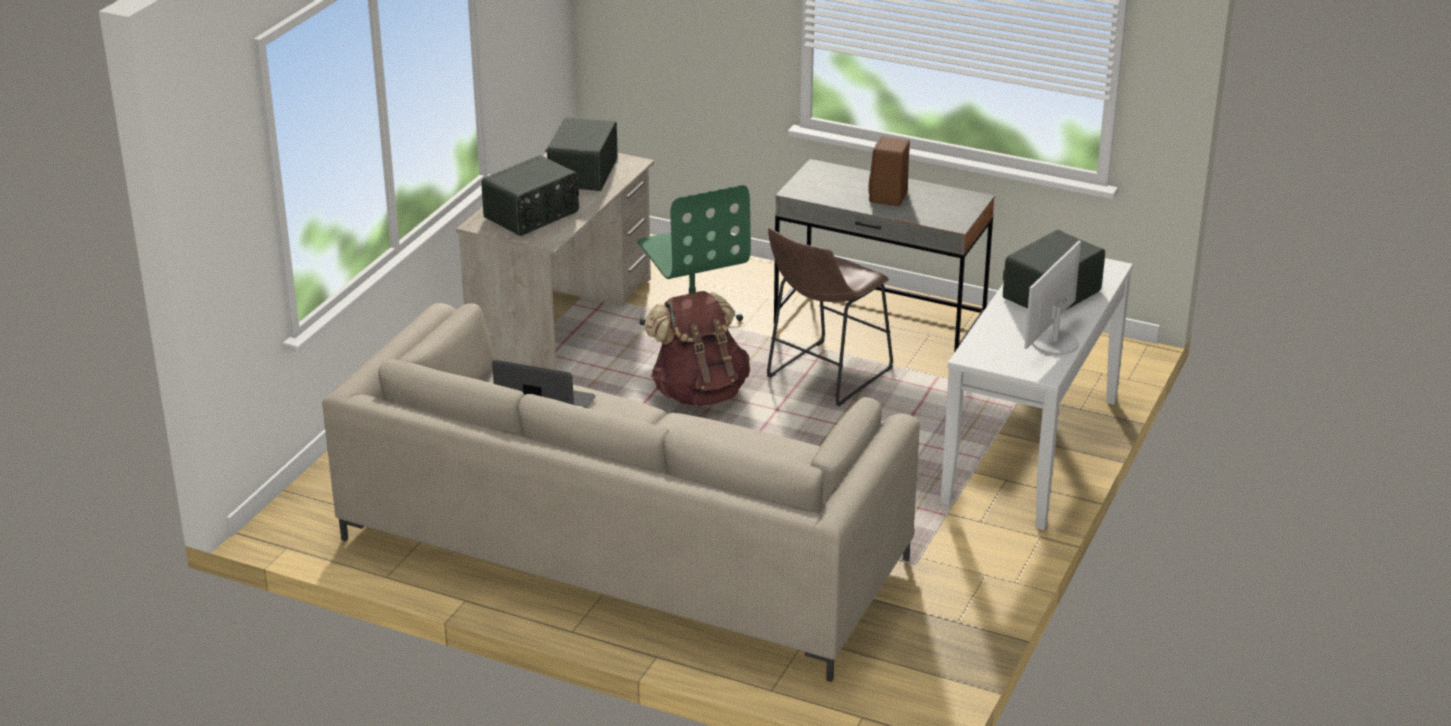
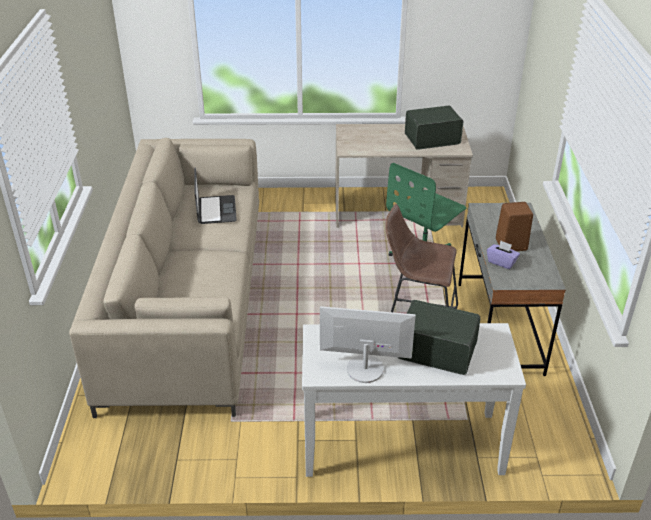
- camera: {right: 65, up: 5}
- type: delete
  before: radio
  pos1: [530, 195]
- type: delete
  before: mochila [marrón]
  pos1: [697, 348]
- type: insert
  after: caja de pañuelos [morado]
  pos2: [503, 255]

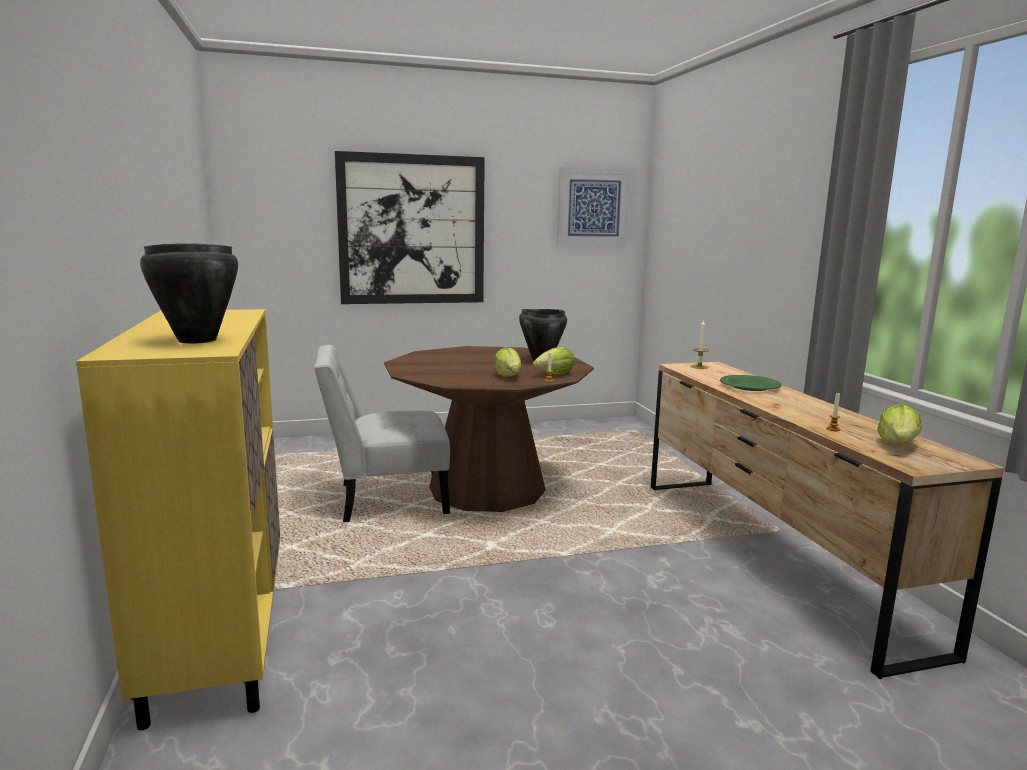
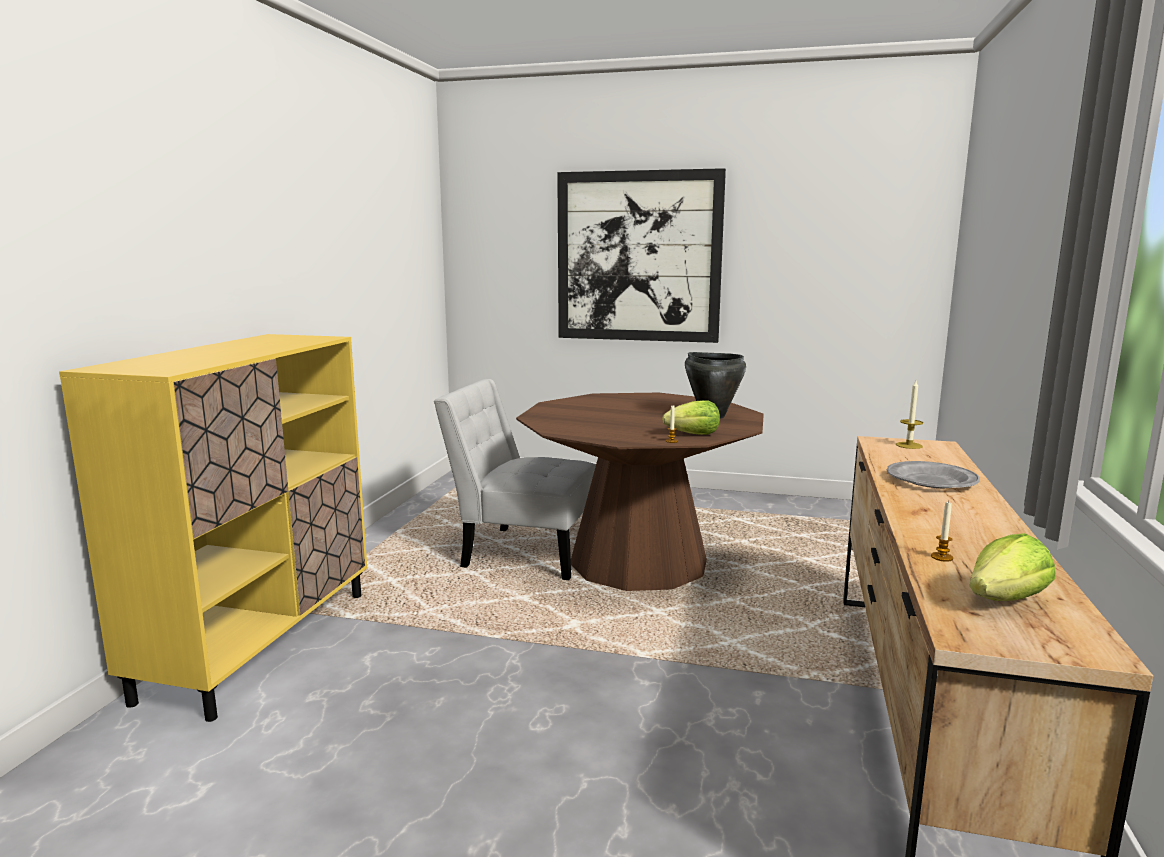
- camera: {right: 30, up: 0}
- type: delete
  before: cuadro
  pos1: [594, 206]
- type: delete
  before: olla [negro]
  pos1: [189, 293]
- type: delete
  before: lechuga
  pos1: [507, 362]
- type: recolor
  before: plato [verde]
  after: plato [gris]
  pos1: [751, 383]
  pos2: [933, 474]

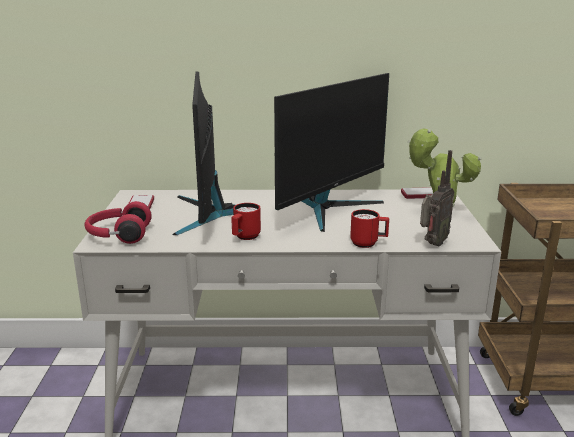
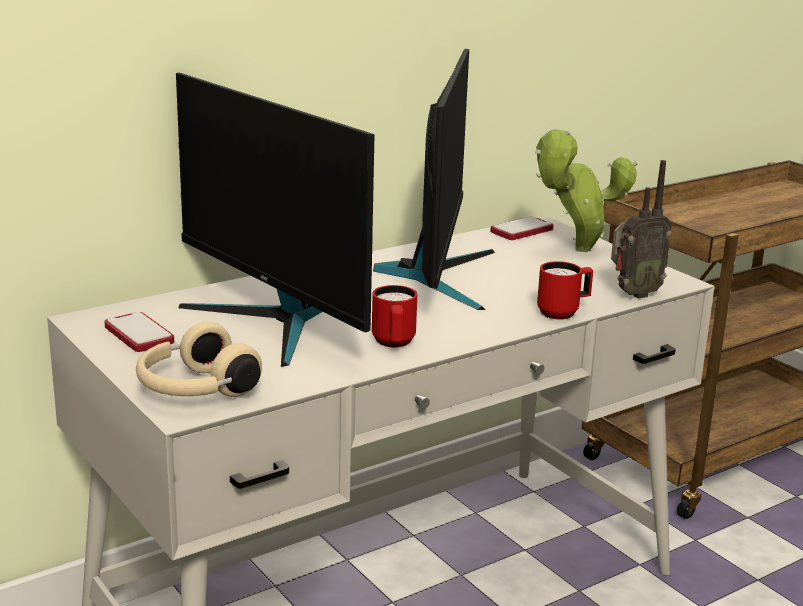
- camera: {right: -35, up: 0}
- type: rotate
  before: radio
  pos1: [437, 198]
  pos2: [641, 229]
  turn: 60
- type: recolor
  before: auriculares [rojo]
  after: auriculares [beis]
  pos1: [118, 222]
  pos2: [199, 359]

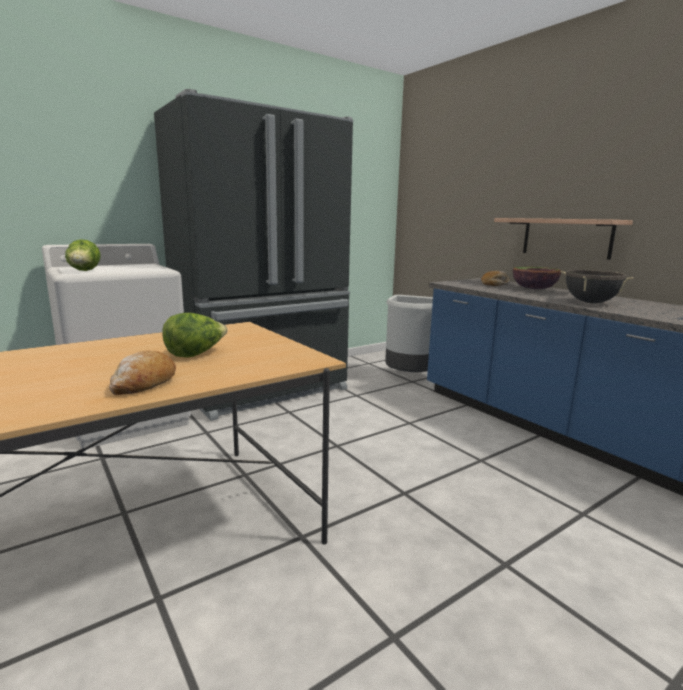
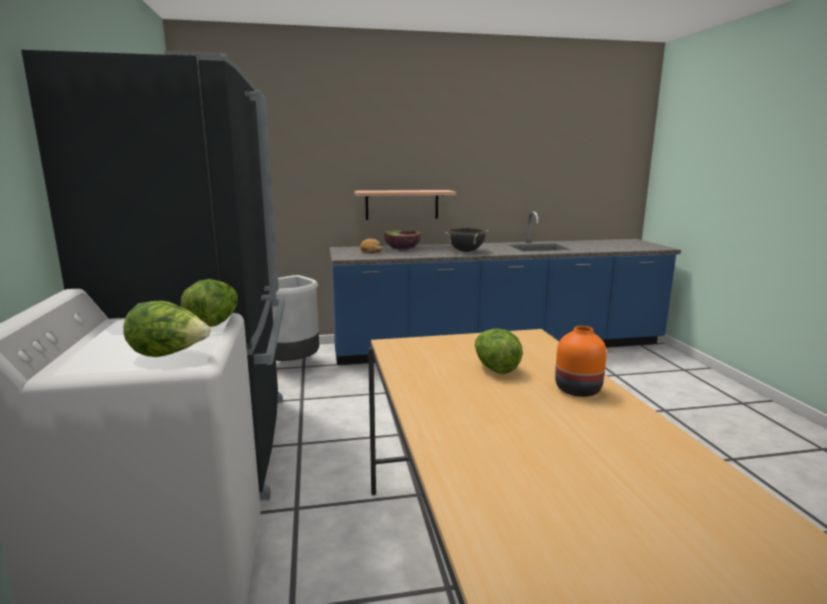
- camera: {right: -65, up: 0}
- type: replace
  before: pan
  after: florero [naranja]
  pos1: [142, 372]
  pos2: [581, 361]
- type: insert
  after: lechuga
  pos2: [209, 303]

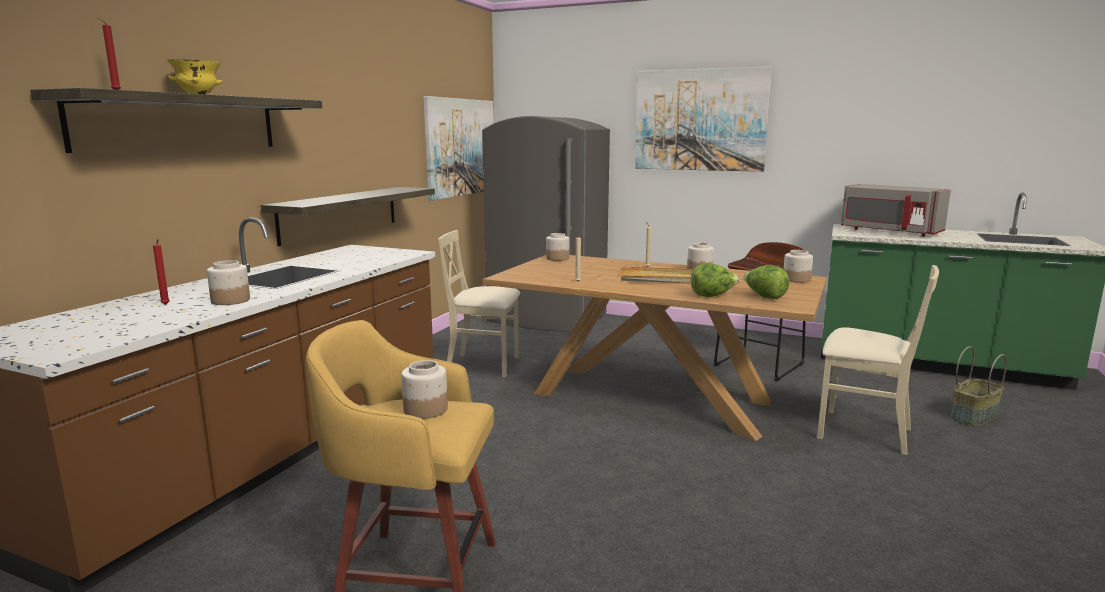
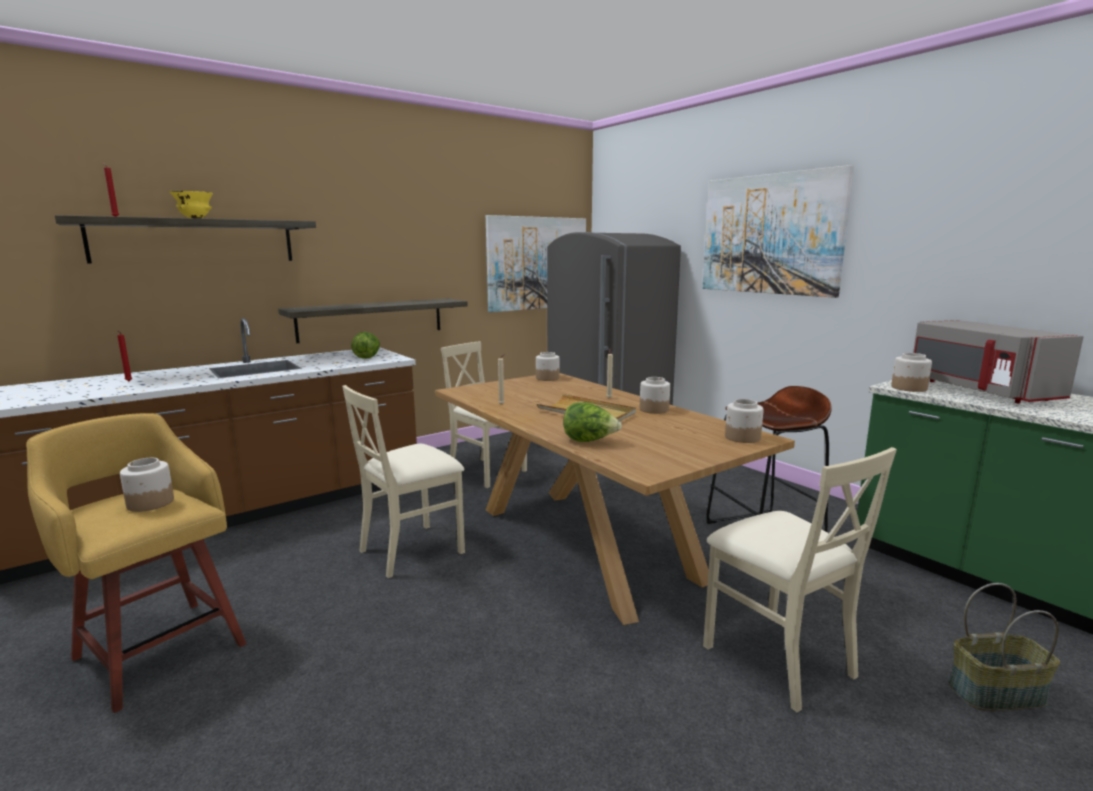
- camera: {right: 30, up: 0}
- type: move
  before: tarro
  pos1: [228, 282]
  pos2: [911, 372]
- type: move
  before: lechuga
  pos1: [766, 282]
  pos2: [365, 345]
- type: insert
  after: silla [beis]
  pos2: [403, 481]

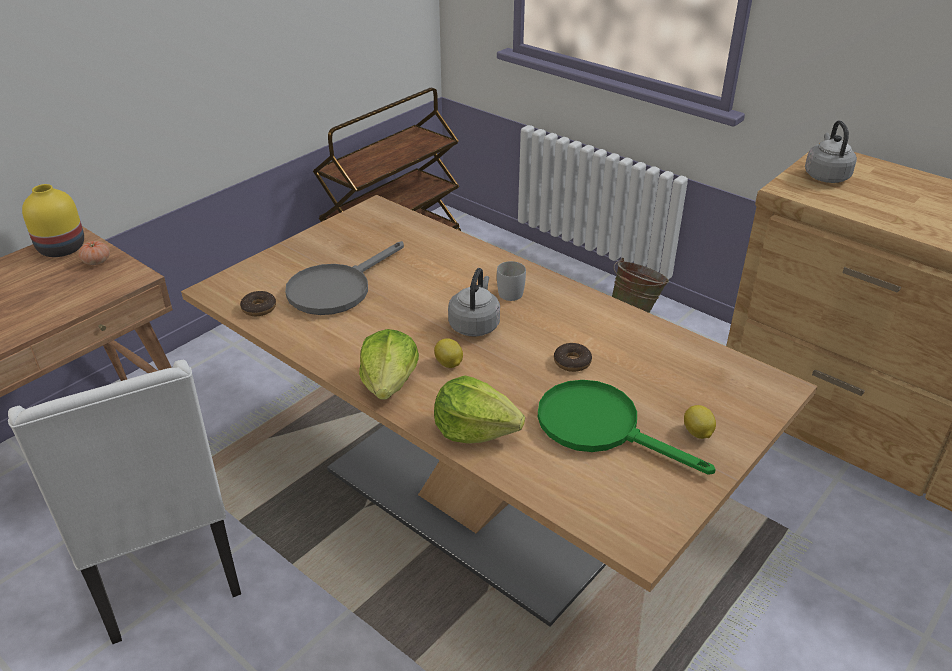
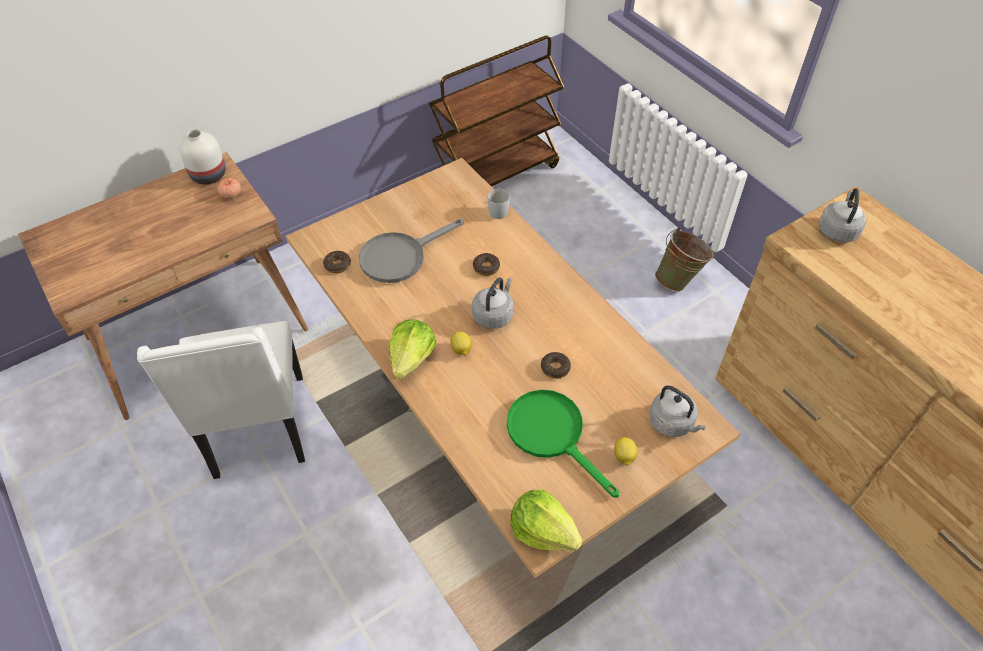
- camera: {right: 15, up: 15}
- type: recolor
  before: florero [amarillo]
  after: florero [blanco]
  pos1: [53, 220]
  pos2: [202, 157]
- type: move
  before: taza grande [blanco]
  pos1: [511, 281]
  pos2: [499, 204]
- type: move
  before: lechuga
  pos1: [479, 409]
  pos2: [546, 520]
- type: insert
  after: rosquilla
  pos2: [486, 264]
- type: insert
  after: hervidor [gris]
  pos2: [677, 411]

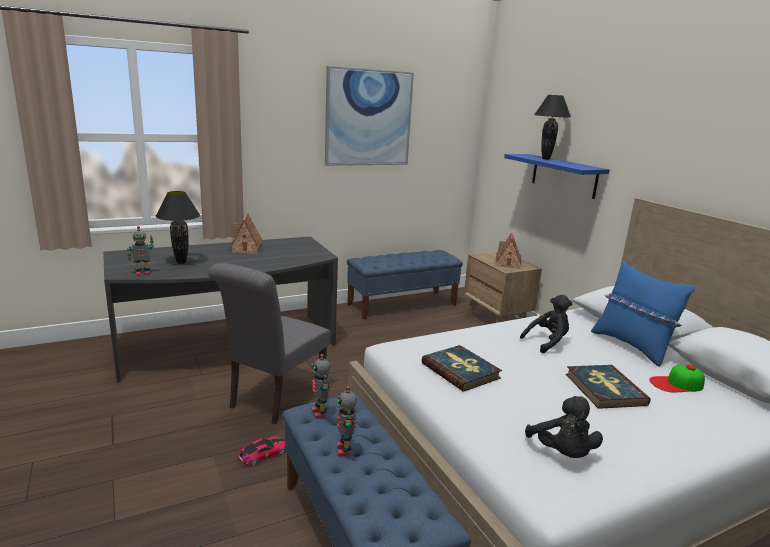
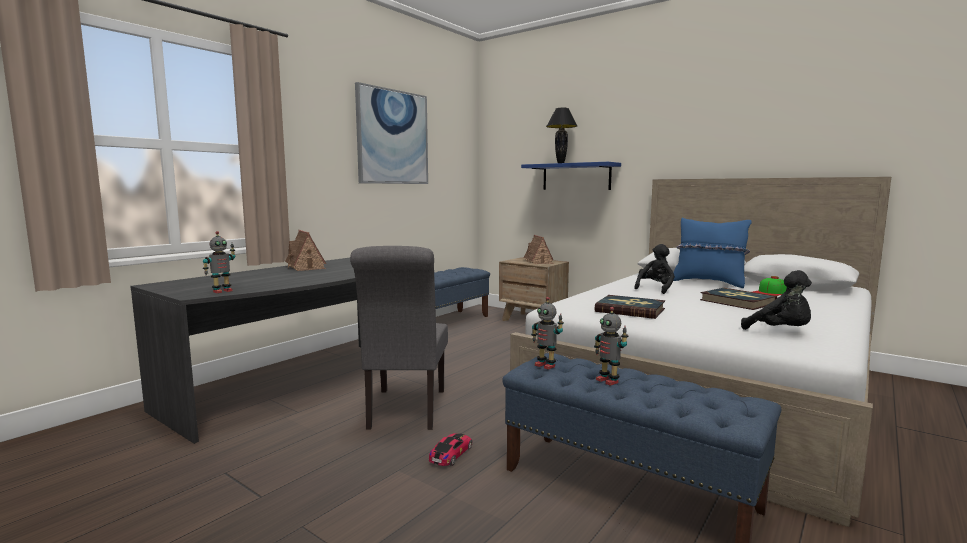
- camera: {right: -25, up: -10}
- type: delete
  before: lámpara de mesa [negro]
  pos1: [177, 227]

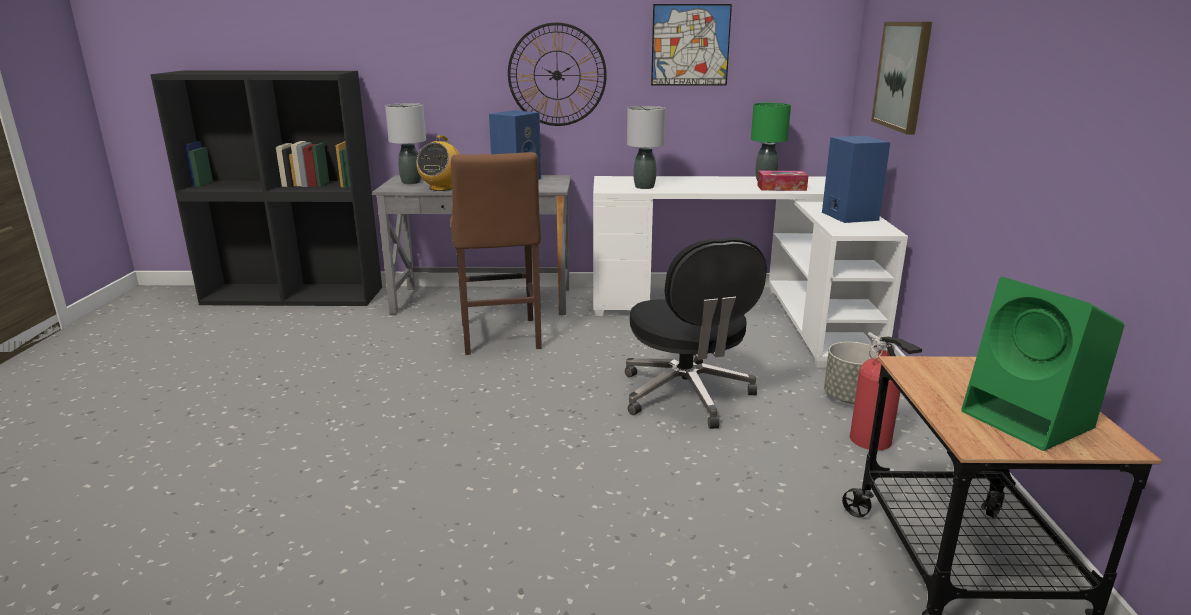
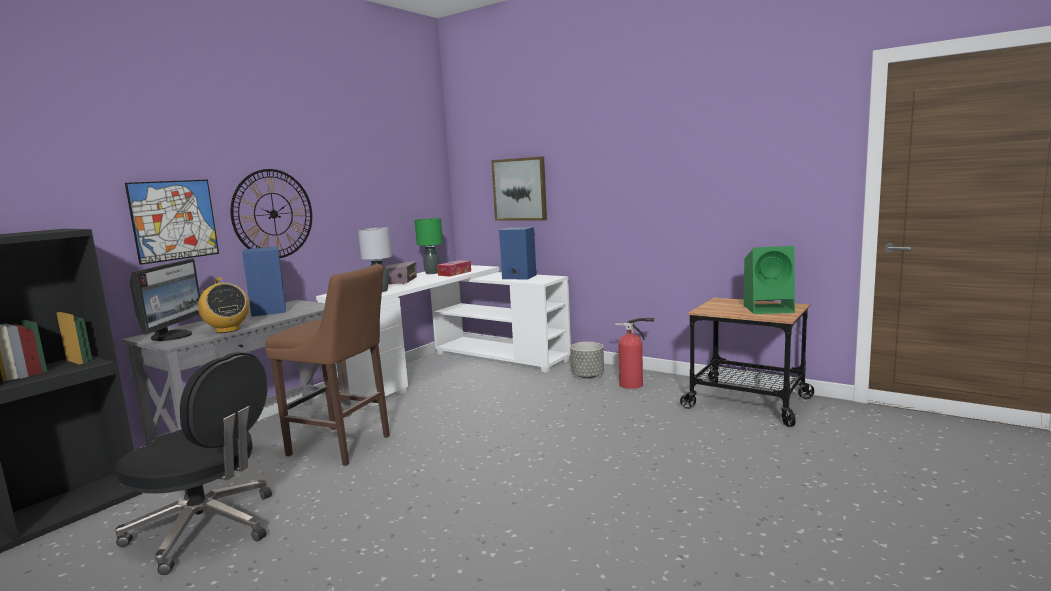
- camera: {right: -55, up: -10}
- type: move
  before: cuadro
  pos1: [691, 45]
  pos2: [172, 222]
- type: replace
  before: lámpara de mesa [gris]
  after: monitor
  pos1: [405, 143]
  pos2: [165, 300]
- type: move
  before: silla de oficina [negro]
  pos1: [696, 333]
  pos2: [193, 463]
- type: insert
  after: radio
  pos2: [401, 272]

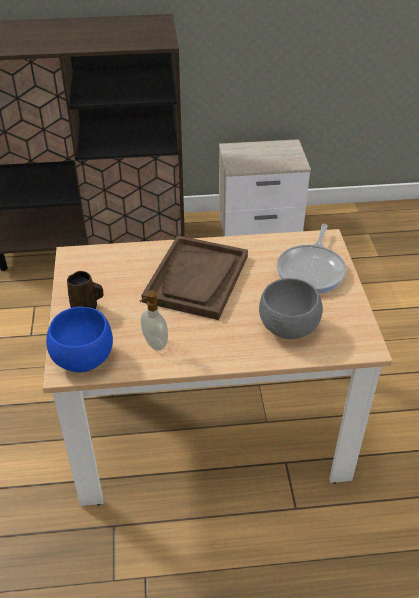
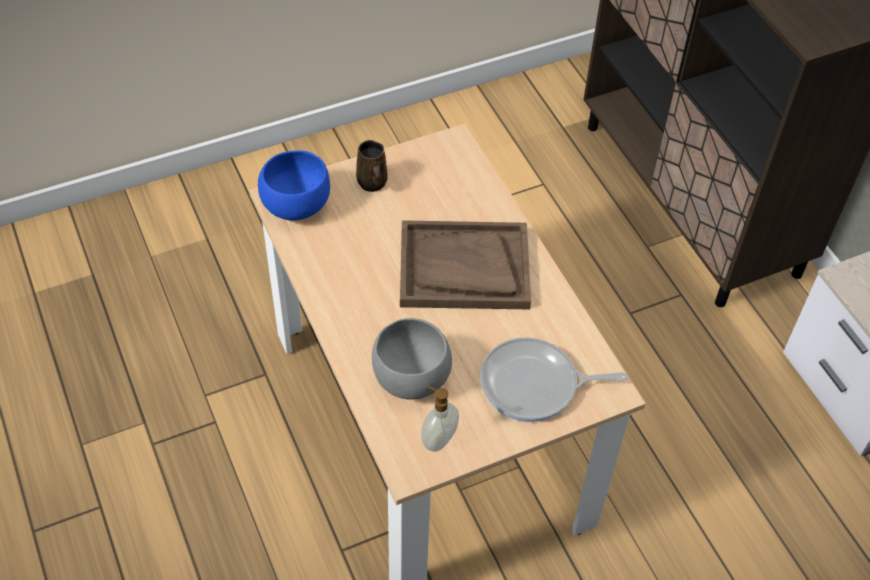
- camera: {right: 70, up: 10}
- type: move
  before: dispensador de jabón
  pos1: [154, 320]
  pos2: [440, 419]

